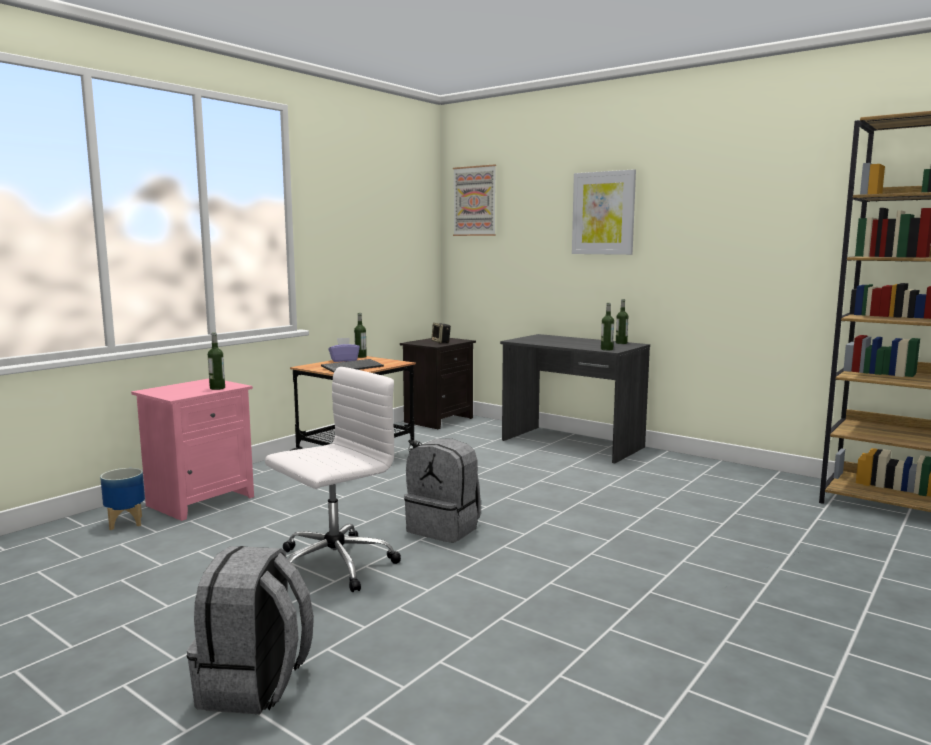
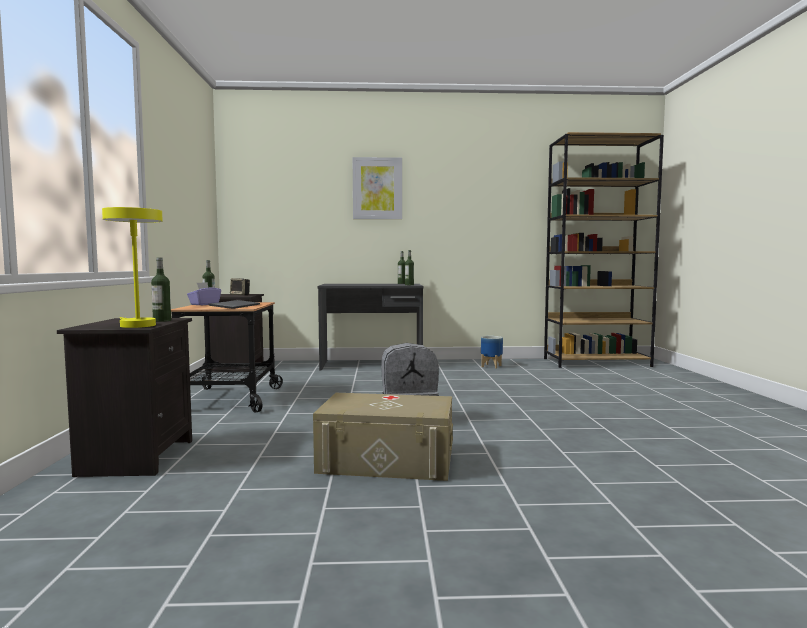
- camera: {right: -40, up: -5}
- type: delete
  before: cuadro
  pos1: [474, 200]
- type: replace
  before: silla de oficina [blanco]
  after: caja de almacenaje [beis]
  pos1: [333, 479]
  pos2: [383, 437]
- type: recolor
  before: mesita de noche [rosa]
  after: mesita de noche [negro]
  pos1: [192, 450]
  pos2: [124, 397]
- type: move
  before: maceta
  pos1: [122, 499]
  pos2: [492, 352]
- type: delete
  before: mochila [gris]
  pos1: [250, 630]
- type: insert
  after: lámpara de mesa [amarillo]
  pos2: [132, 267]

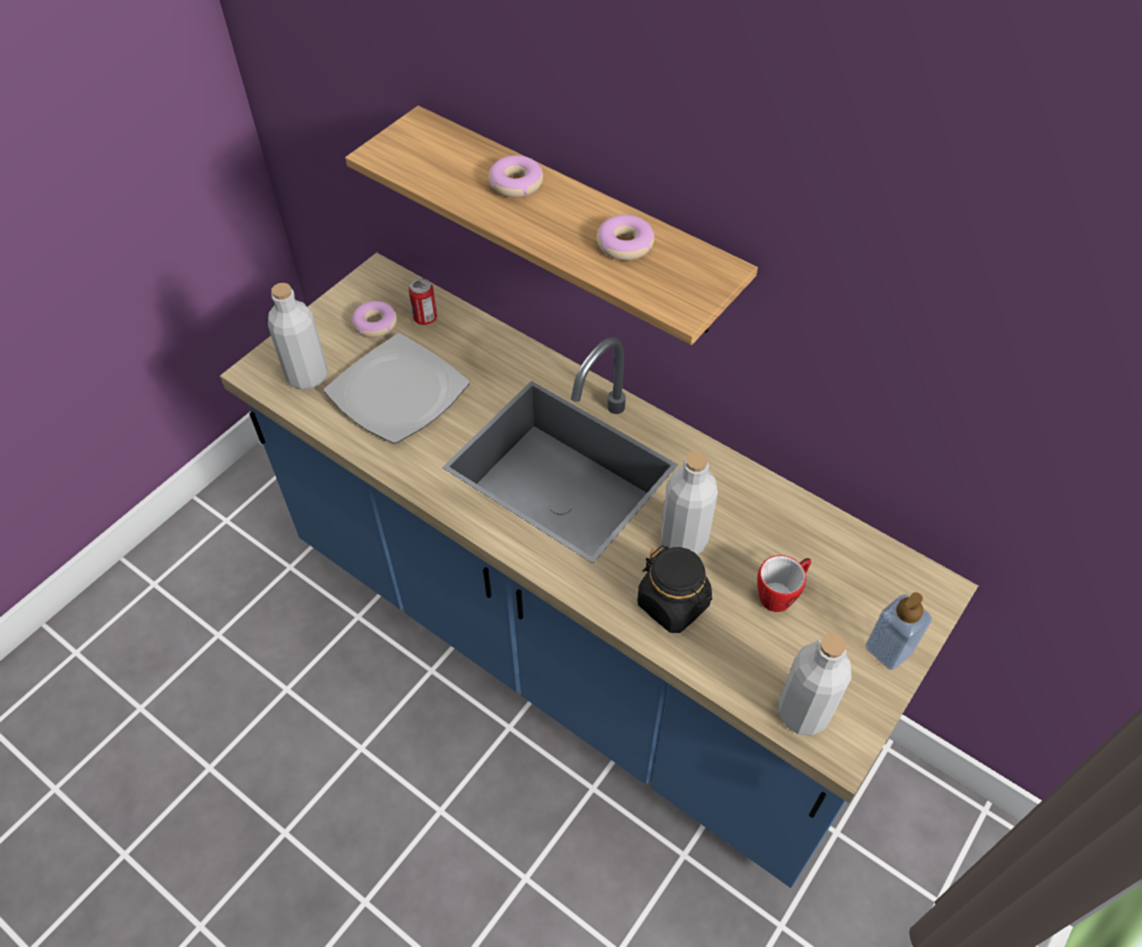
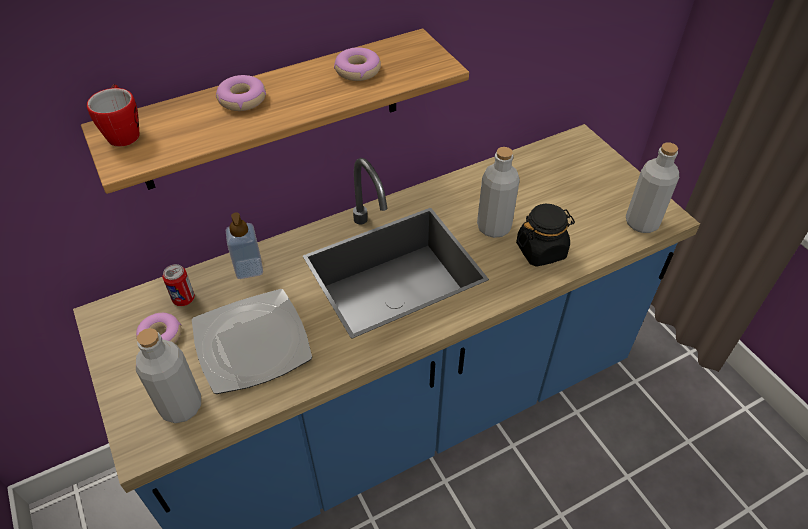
- camera: {right: -65, up: -5}
- type: move
  before: taza grande
  pos1: [784, 583]
  pos2: [113, 115]
- type: move
  before: dispensador de jabón
  pos1: [898, 631]
  pos2: [244, 246]

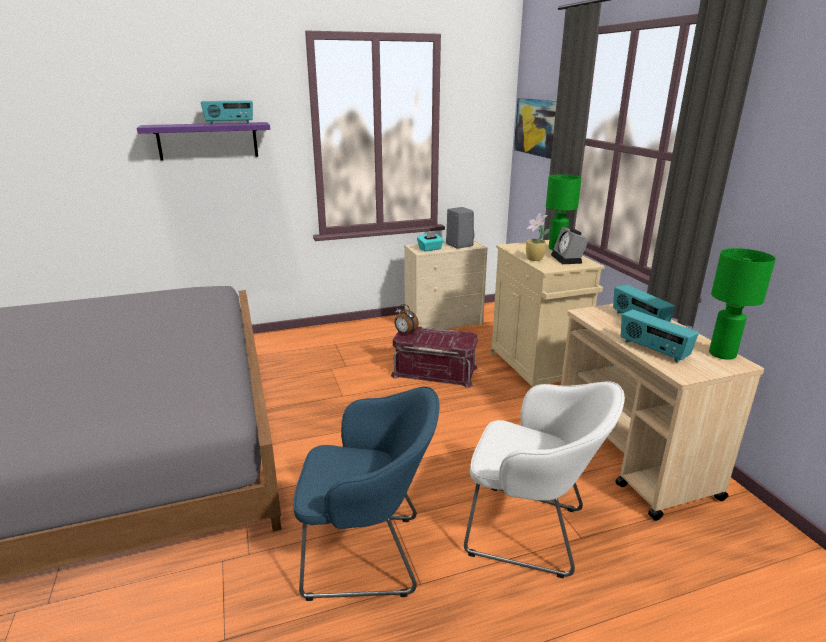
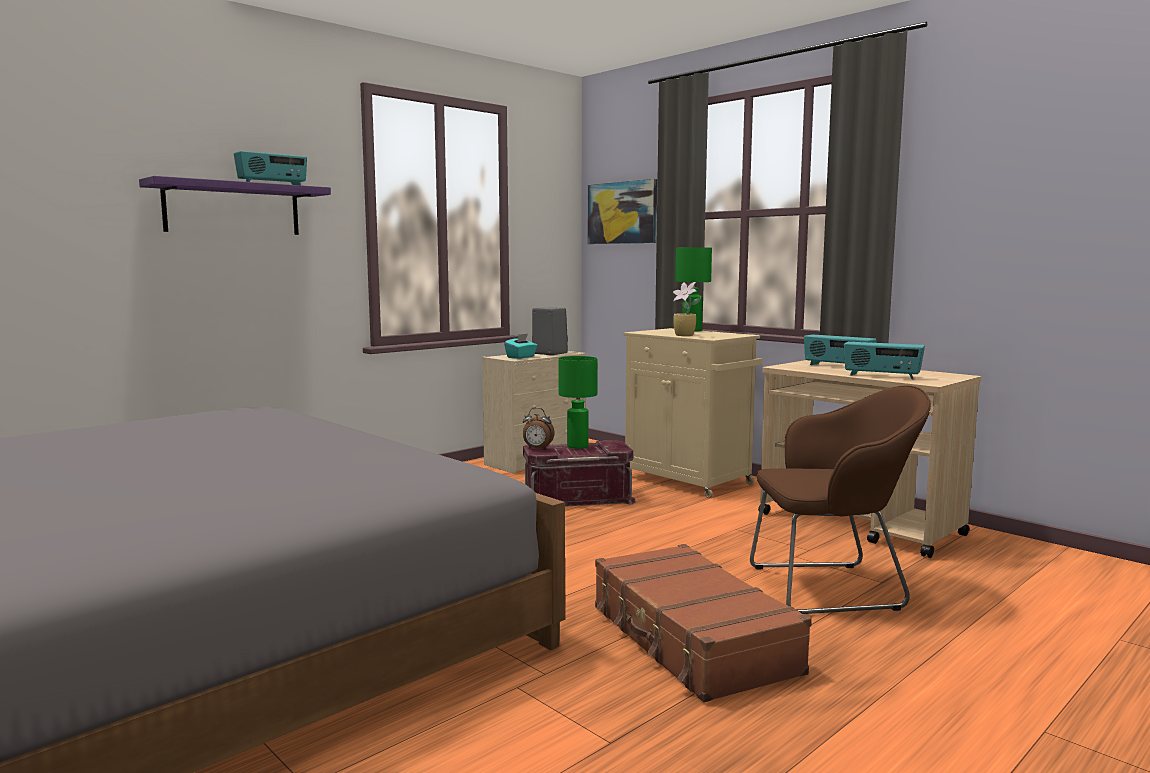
- camera: {right: -25, up: -15}
- type: delete
  before: despertador
  pos1: [570, 245]
- type: move
  before: lámpara de mesa [verde]
  pos1: [742, 304]
  pos2: [578, 402]
- type: recolor
  before: sillón [blanco]
  after: sillón [marrón]
  pos1: [544, 479]
  pos2: [840, 499]
- type: replace
  before: sillón [azul]
  after: maleta [marrón]
  pos1: [366, 494]
  pos2: [703, 623]

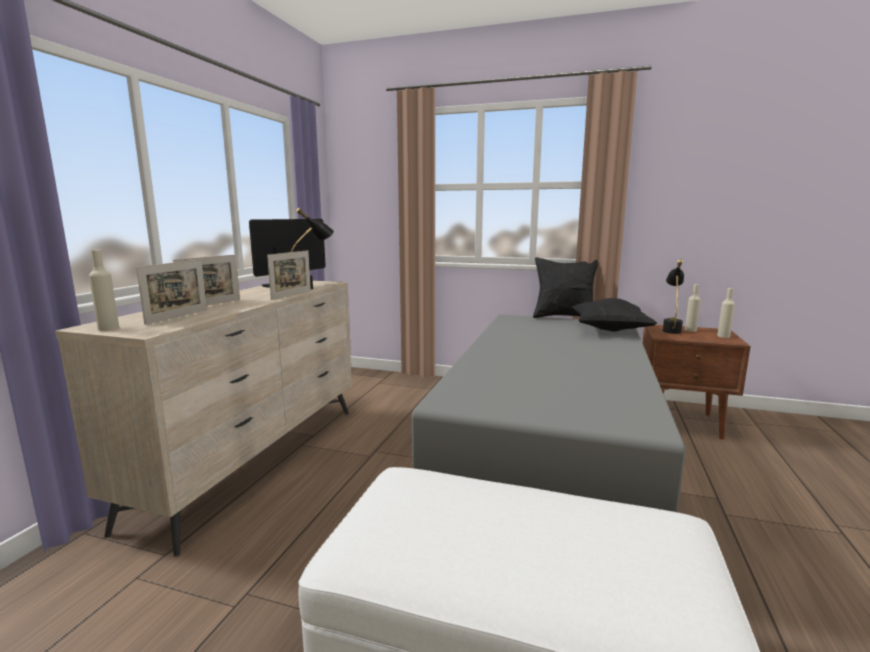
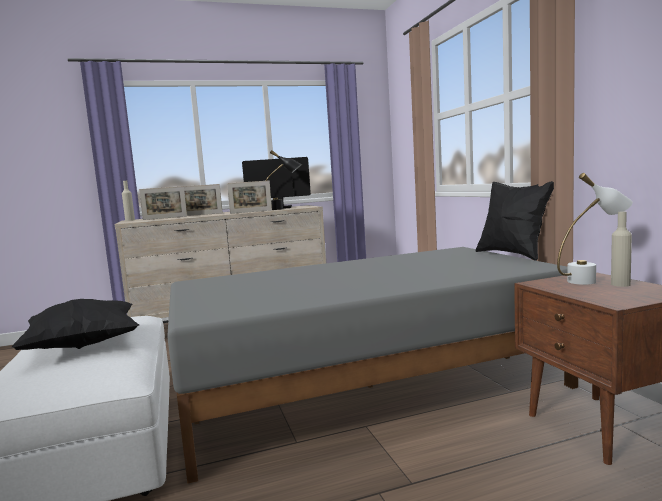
- camera: {right: 55, up: -5}
- type: recolor
  before: lámpara de mesa [negro]
  after: lámpara de mesa [blanco]
  pos1: [673, 296]
  pos2: [595, 229]
- type: delete
  before: botella [beis]
  pos1: [726, 313]
- type: move
  before: cojín [negro]
  pos1: [614, 314]
  pos2: [75, 324]

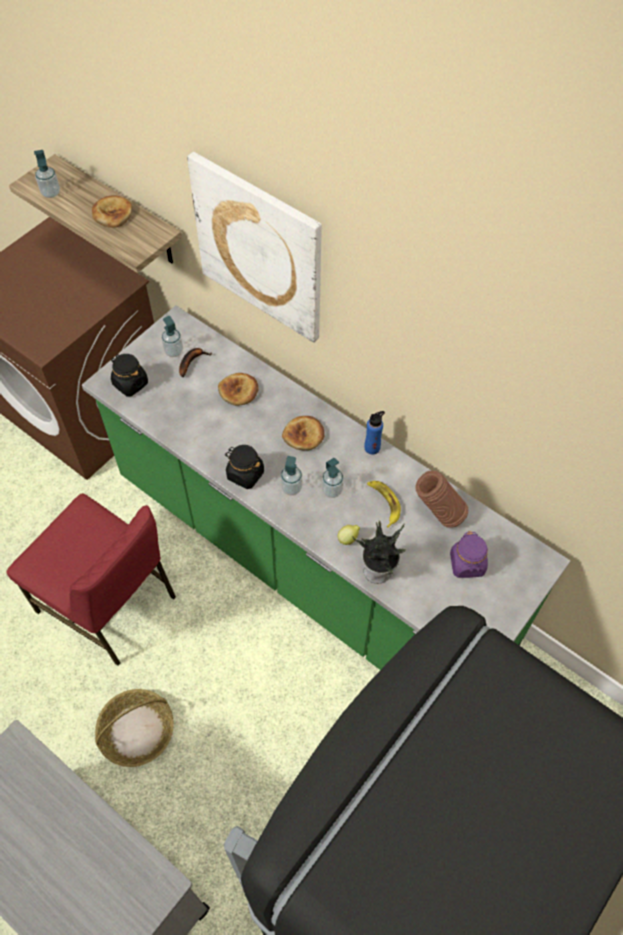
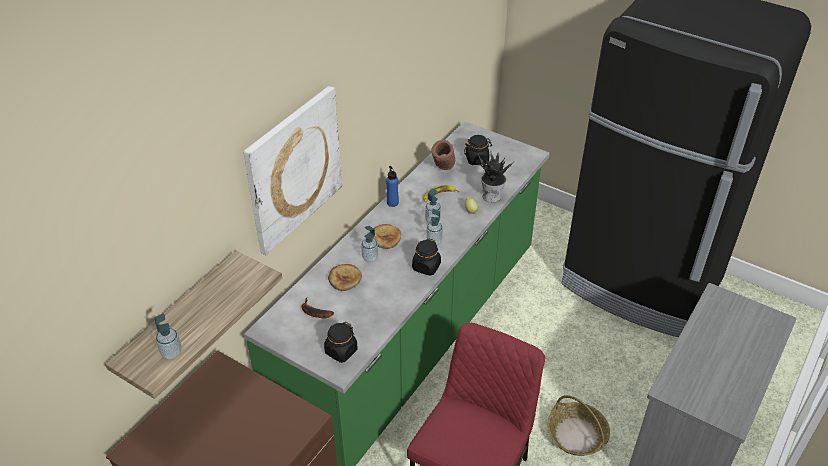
- camera: {right: -95, up: -15}
- type: delete
  before: pan
  pos1: [112, 211]
- type: move
  before: dispensador de jabón
  pos1: [172, 336]
  pos2: [369, 244]
- type: recolor
  before: tarro [morado]
  after: tarro [negro]
  pos1: [469, 554]
  pos2: [478, 150]

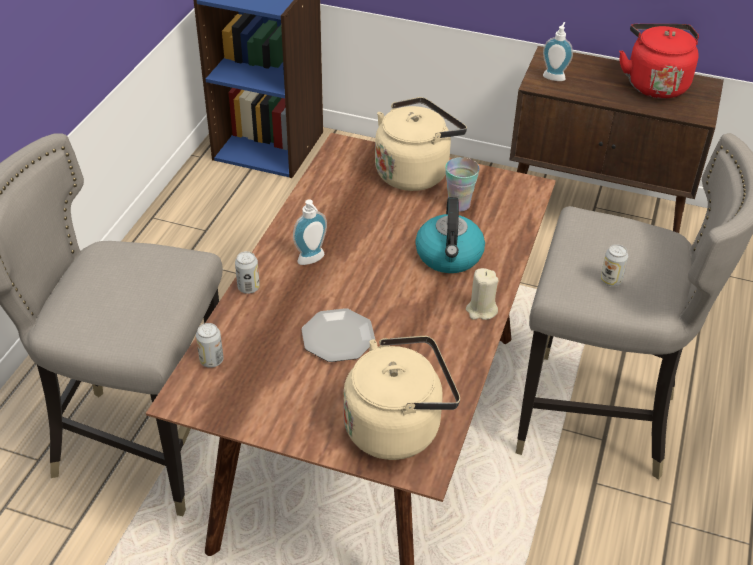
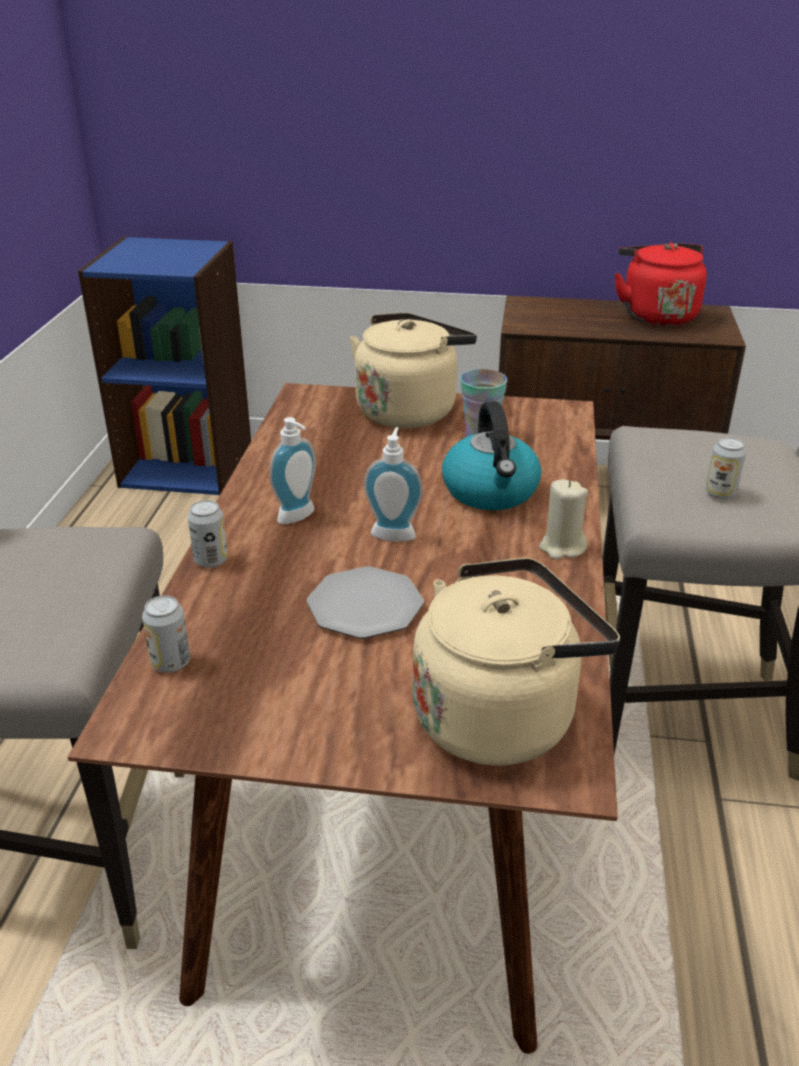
- camera: {right: -10, up: -10}
- type: move
  before: dispensador de jabón
  pos1: [558, 51]
  pos2: [393, 484]

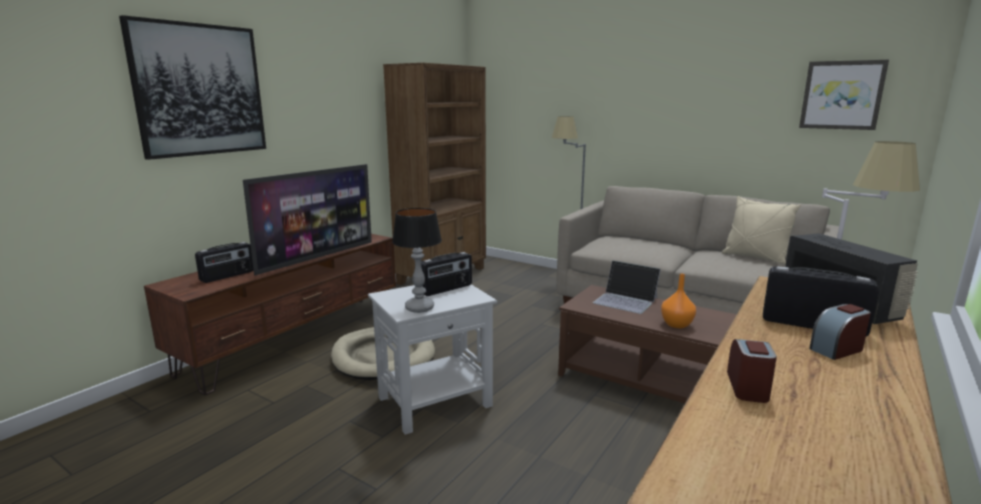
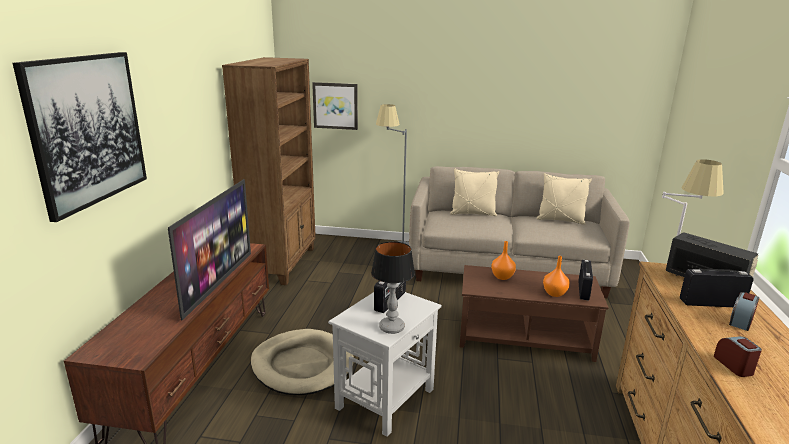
- camera: {right: -25, up: 5}
- type: move
  before: cuadro
  pos1: [844, 95]
  pos2: [335, 106]
- type: move
  before: radio
  pos1: [224, 262]
  pos2: [585, 280]
- type: replace
  before: portátil
  after: florero [naranja]
  pos1: [627, 287]
  pos2: [503, 260]
- type: insert
  after: cojín [beis]
  pos2: [474, 192]

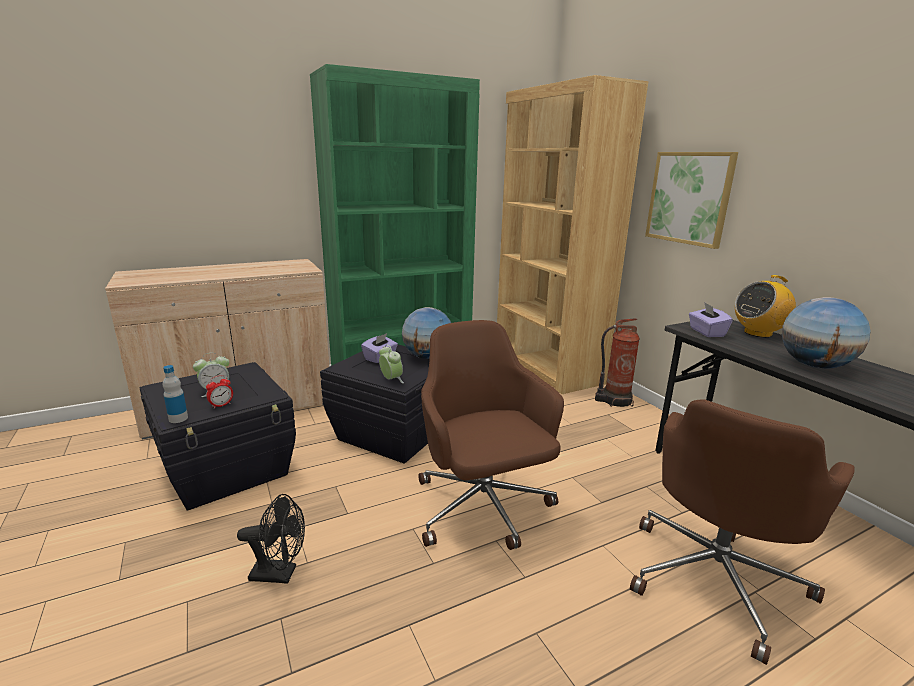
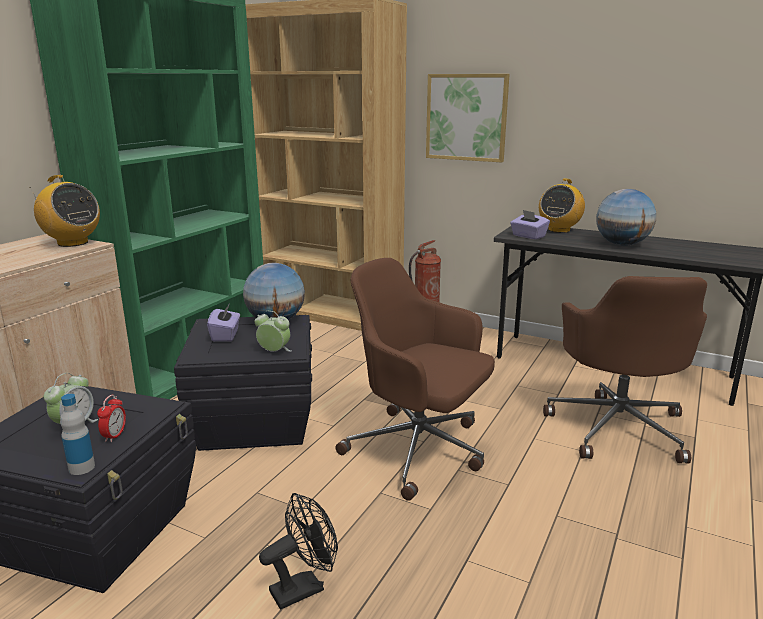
- camera: {right: -35, up: 0}
- type: insert
  after: radio
  pos2: [65, 211]

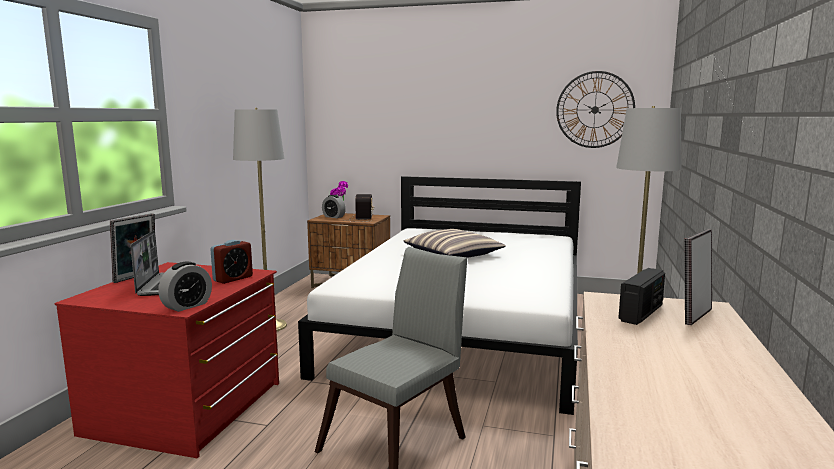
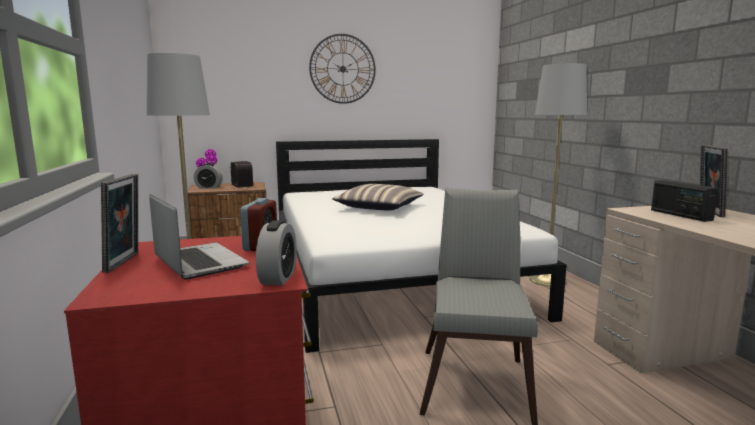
- camera: {right: -30, up: 0}
- type: move
  before: reloj de pared
  pos1: [595, 109]
  pos2: [342, 69]
- type: rotate
  before: radio
  pos1: [641, 296]
  pos2: [684, 201]
  turn: 150

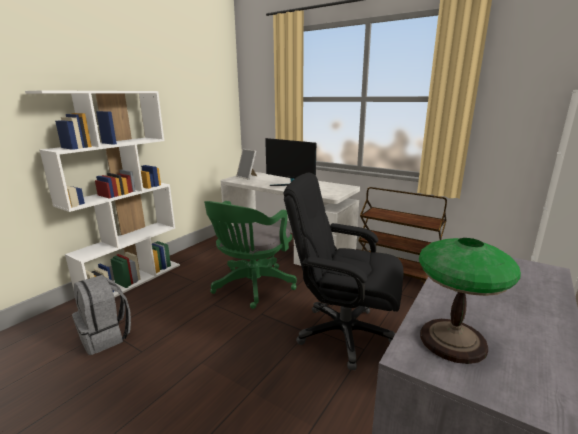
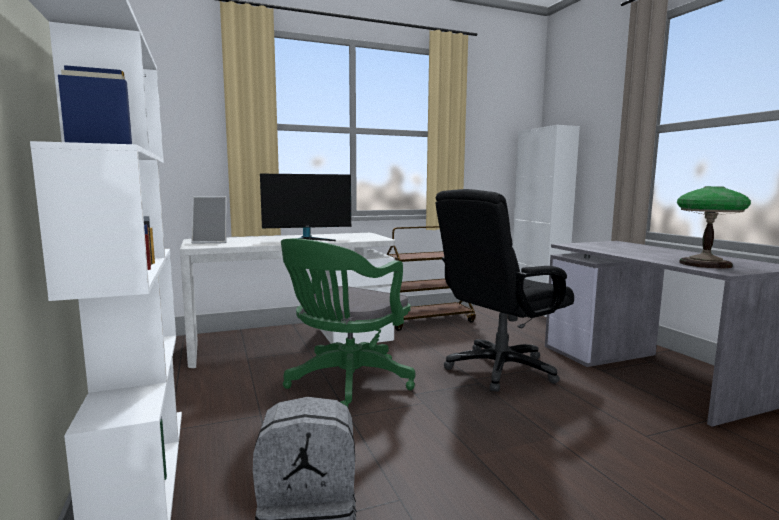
- camera: {right: -55, up: -10}
- type: rotate
  before: silla de oficina [verde]
  pos1: [250, 255]
  pos2: [348, 322]
  turn: 60

